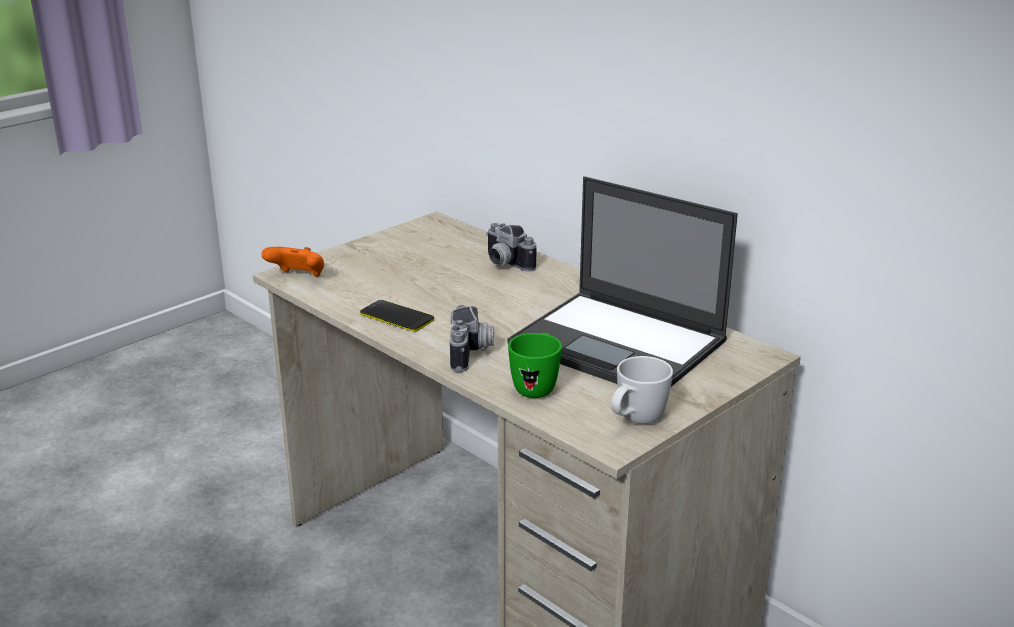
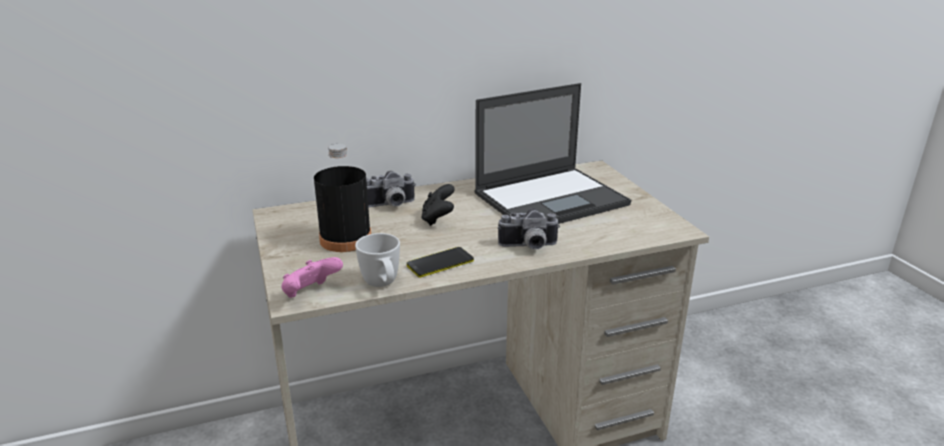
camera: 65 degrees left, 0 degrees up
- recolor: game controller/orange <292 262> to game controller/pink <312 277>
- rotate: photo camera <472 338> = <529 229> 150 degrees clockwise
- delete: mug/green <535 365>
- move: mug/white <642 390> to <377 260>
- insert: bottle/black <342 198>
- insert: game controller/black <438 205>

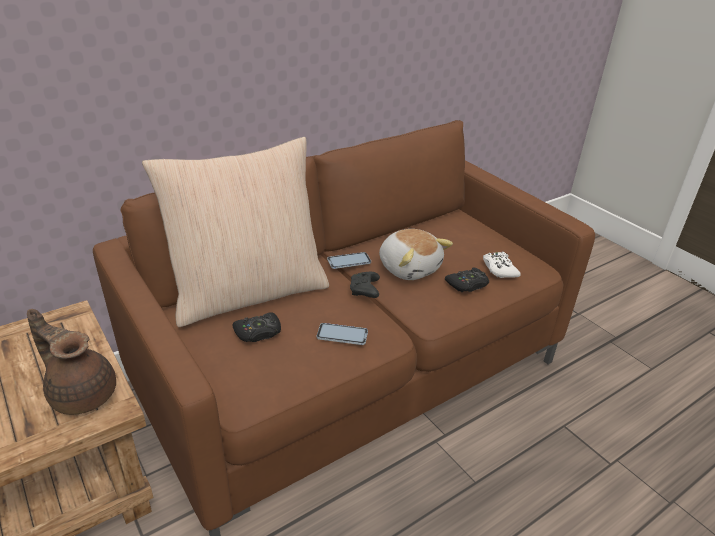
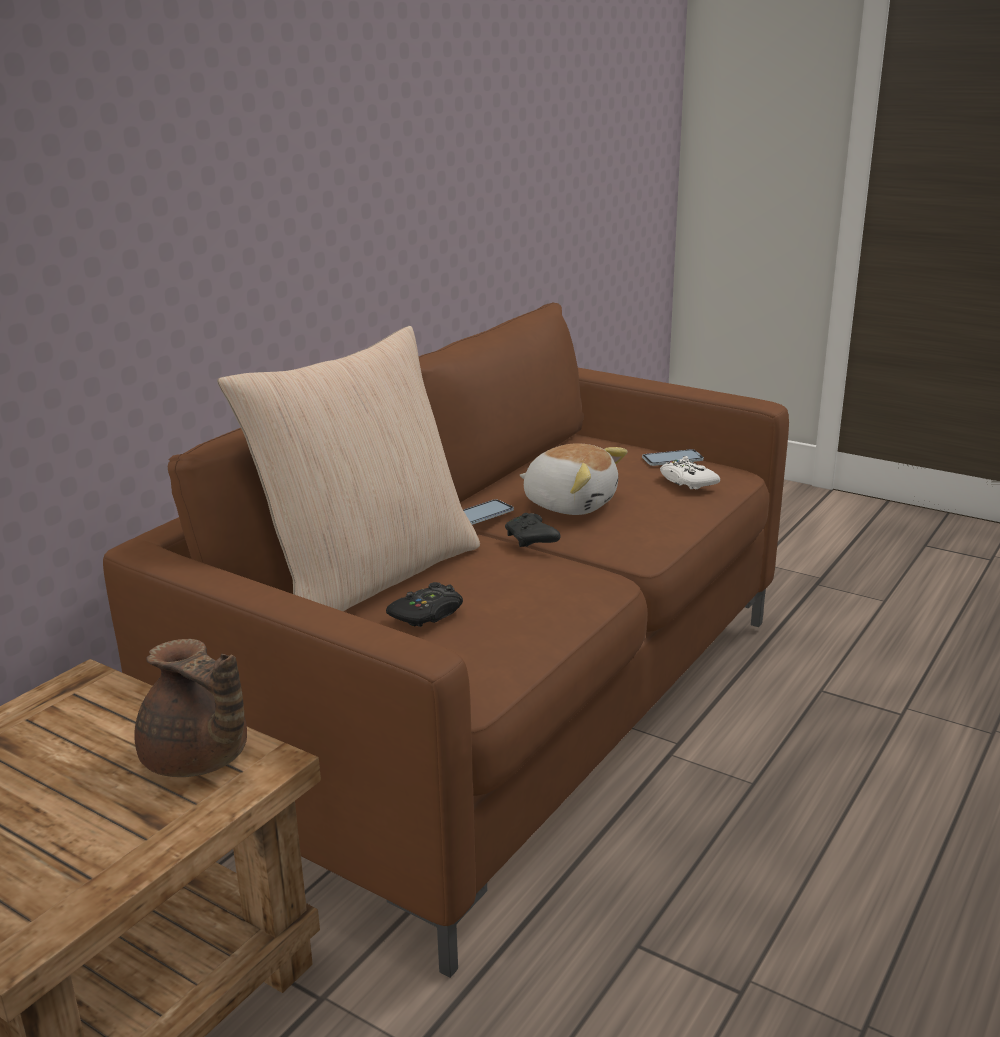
camera: 20 degrees left, 10 degrees down
- delete: game controller/black <467 280>
- rotate: teapot/brown <71 362> = <190 708> 150 degrees counterclockwise
- move: phone <342 334> to <673 457>

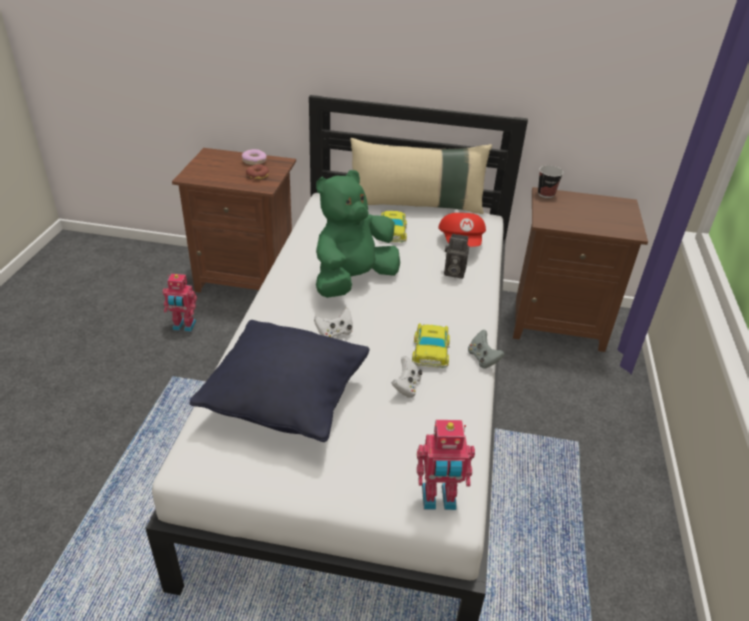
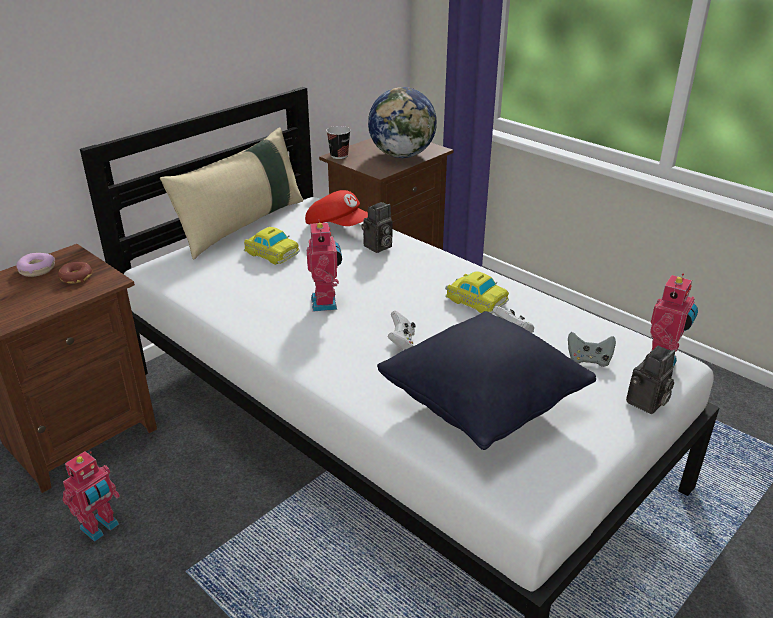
camera: 55 degrees left, 5 degrees down
- replace: plush toy/green <358 234> to toy robot <324 265>
- move: game controller/grey <486 349> to <592 349>
- insert: globe <402 122>
- insert: photo camera <650 380>

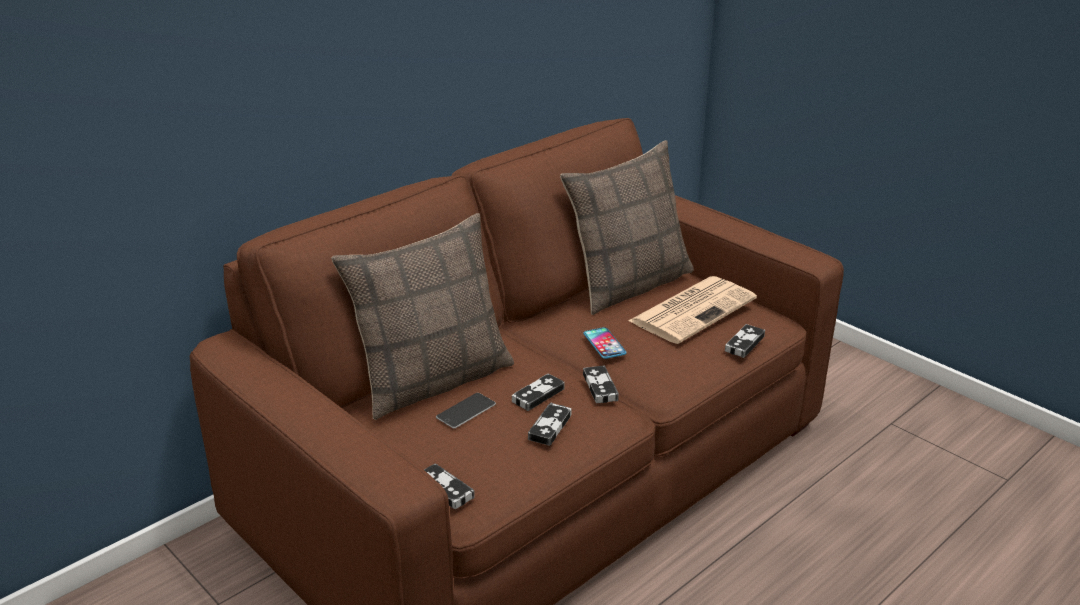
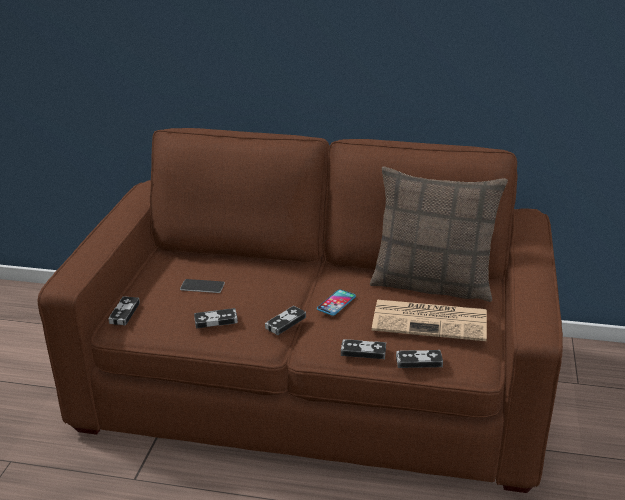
camera: 55 degrees right, 0 degrees up
- delete: pillow <422 316>
- move: game controller <538 392> to <363 349>

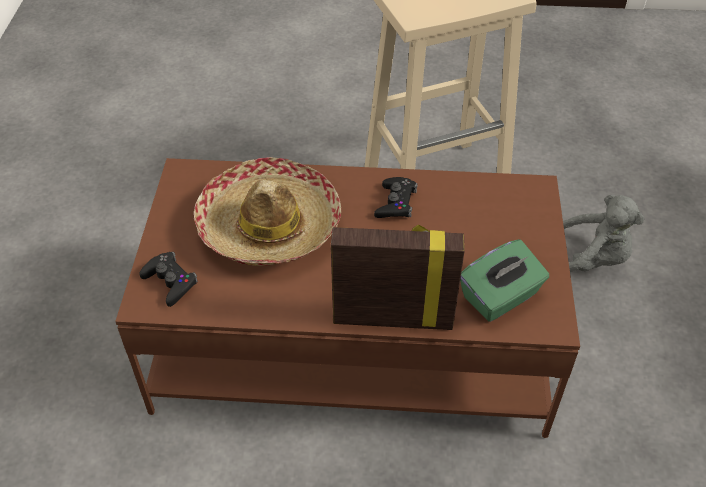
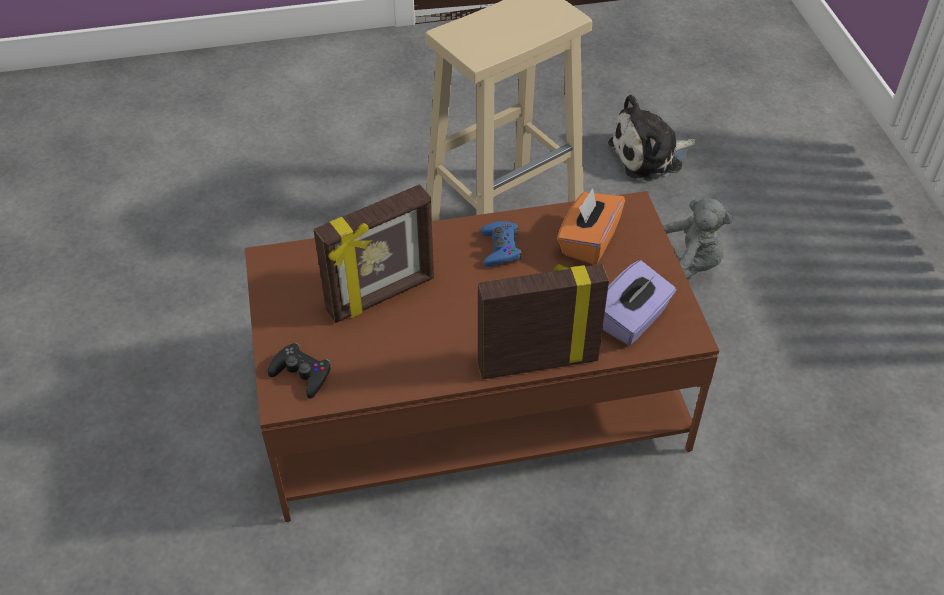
camera: 15 degrees left, 0 degrees up
- replace: hat <267 211> to picture frame <374 253>
- recolor: game controller/black <396 197> to game controller/blue <501 244>
- recolor: tissue box/green <504 280> to tissue box/purple <639 302>
- insert: plush toy <652 137>
- insert: tissue box/orange <591 226>

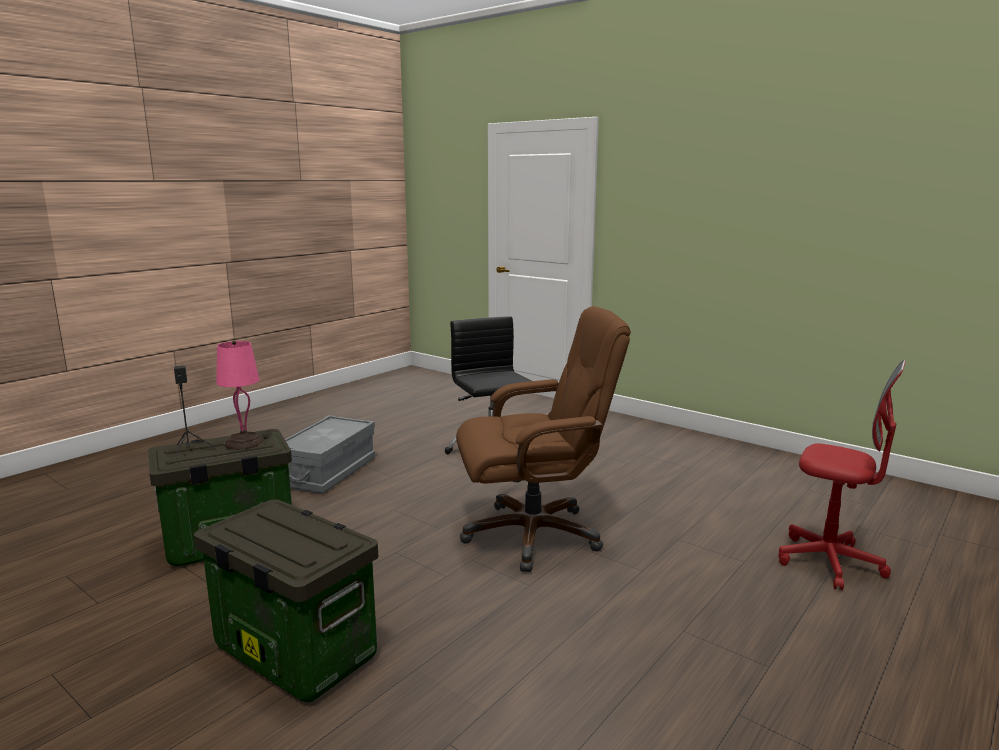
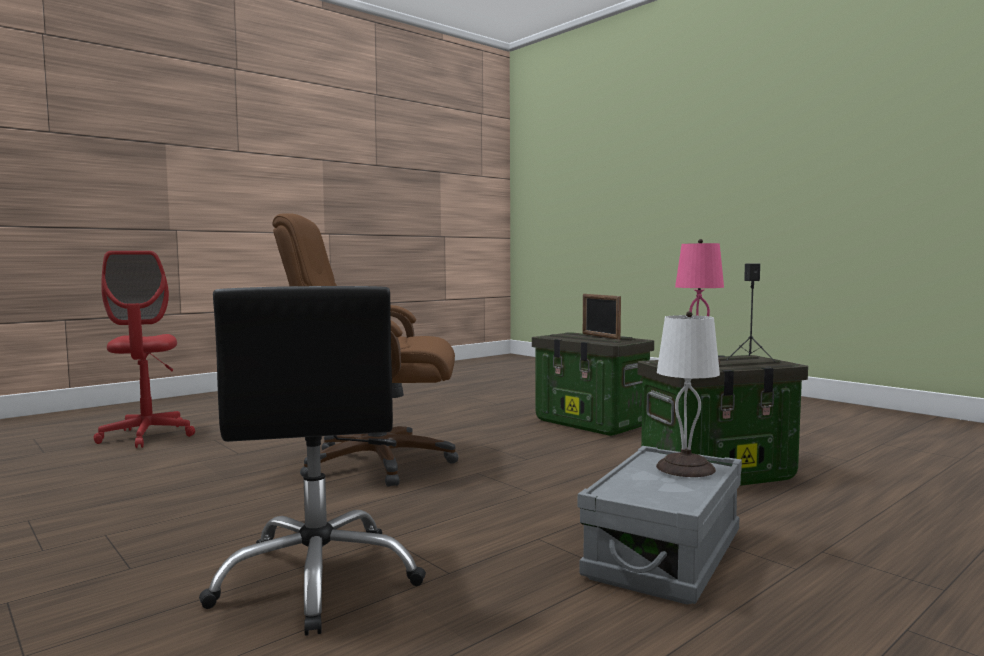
camera: 170 degrees left, 10 degrees down
- rotate: office chair/red <842 475> = <144 349> 150 degrees counterclockwise
- insert: picture frame <602 317>
- insert: table lamp/white <688 394>

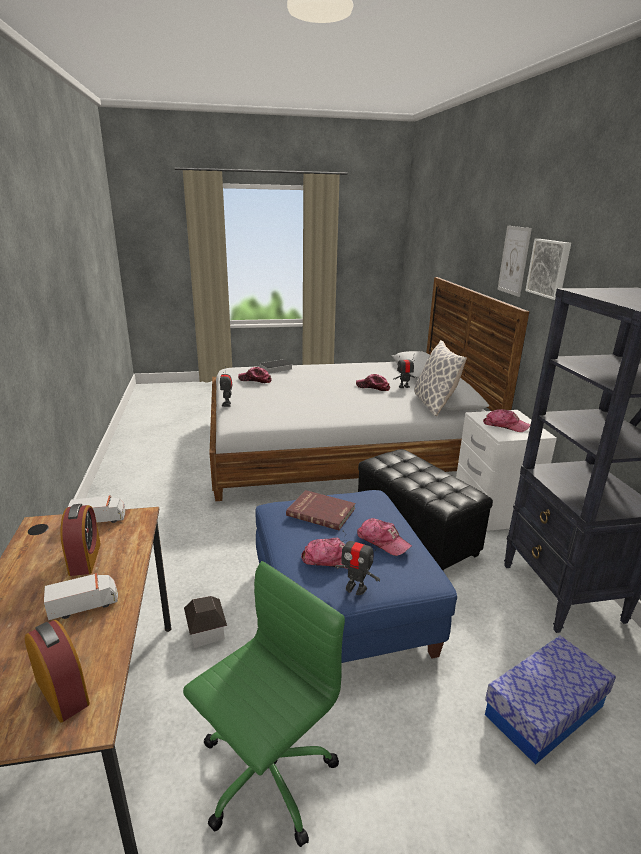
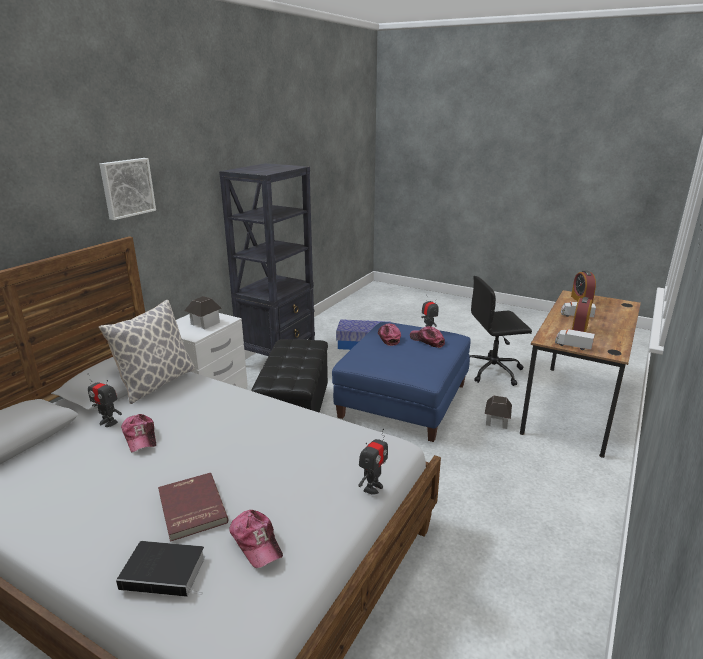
camera: 140 degrees left, 0 degrees up
- delete: picture <514 261>
- replace: cap <506 420> to toy house <203 312>
- move: book/red <320 510> to <193 507>
- recolor: office chair/green <264 704> to office chair/black <501 331>

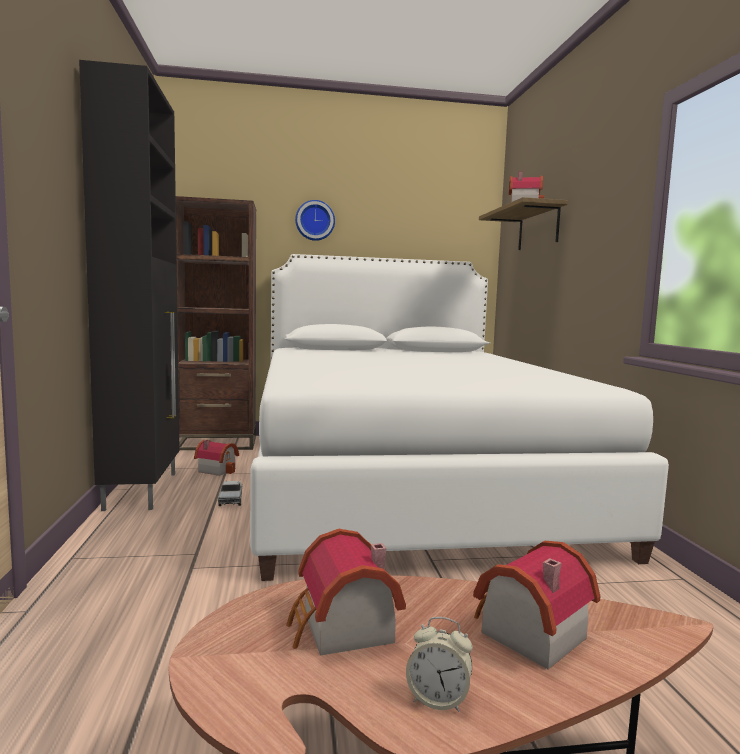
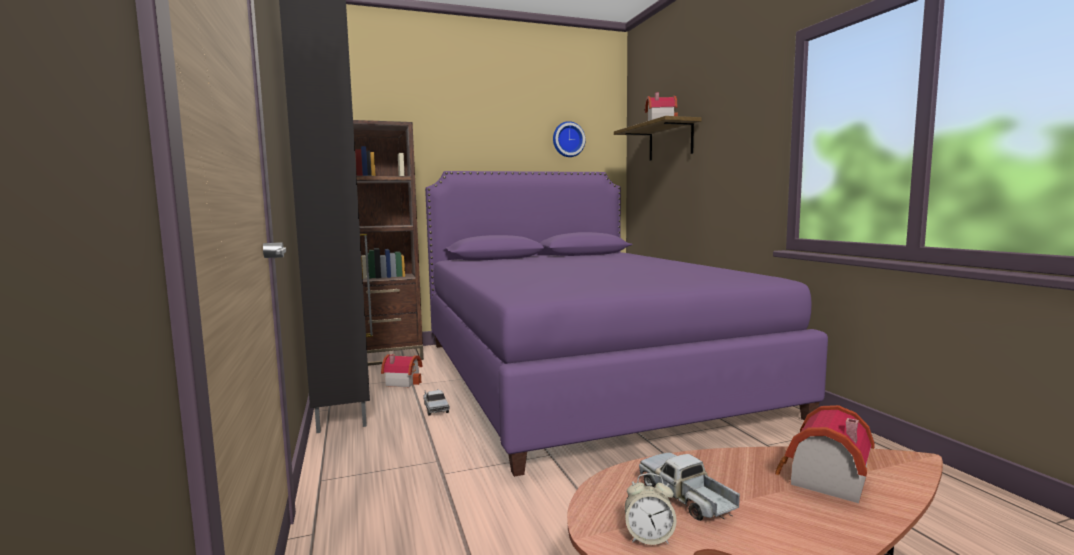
camera: 10 degrees left, 0 degrees up
- move: wall clock <315 220> to <569 139>
- recolor: bed/white <459 417> to bed/purple <626 324>
- replace: toy house <346 592> to toy truck <689 487>
- move: alarm clock <439 664> to <651 509>

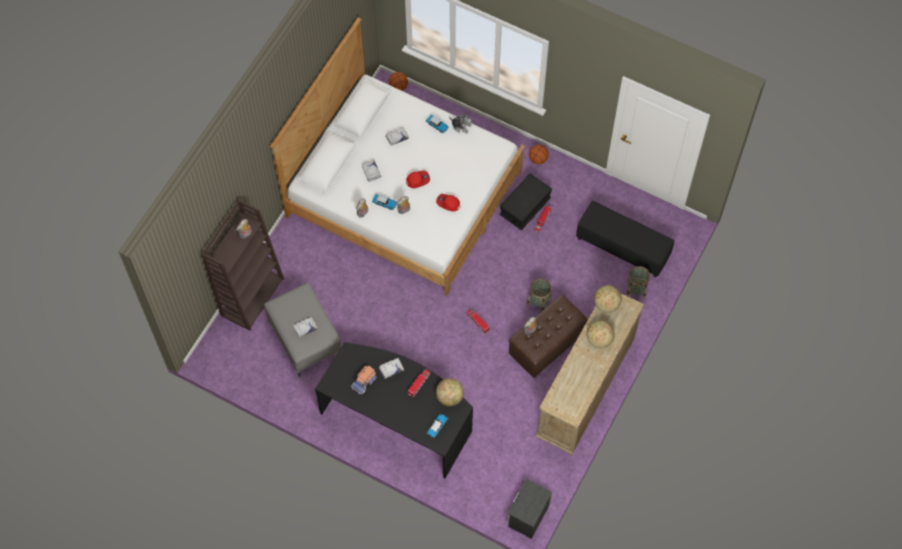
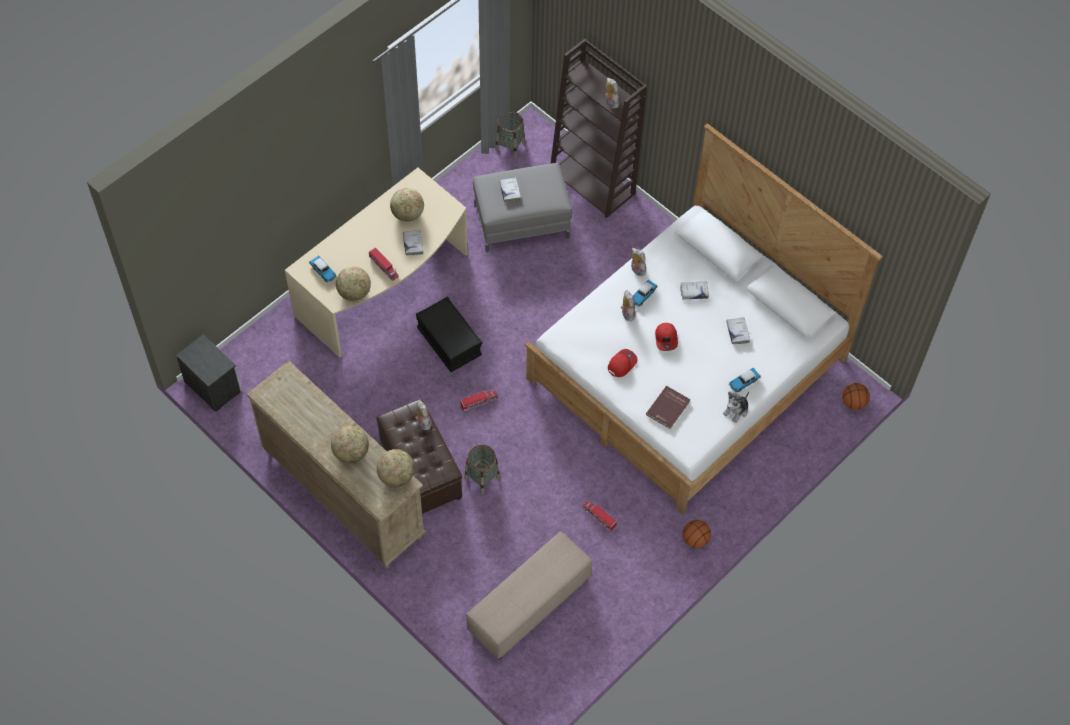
camera: 105 degrees right, 5 degrees down
- move: storage box/black <526 201> to <449 334>
- recolor: ottoman/black <625 239> to ottoman/beige <529 595>
- move: basket <638 283> to <510 134>
- recolor: desk/black <394 410> to desk/beige <376 263>
- replace: toy truck <364 379> to globe <407 205>
- insert: book/red <668 407>

